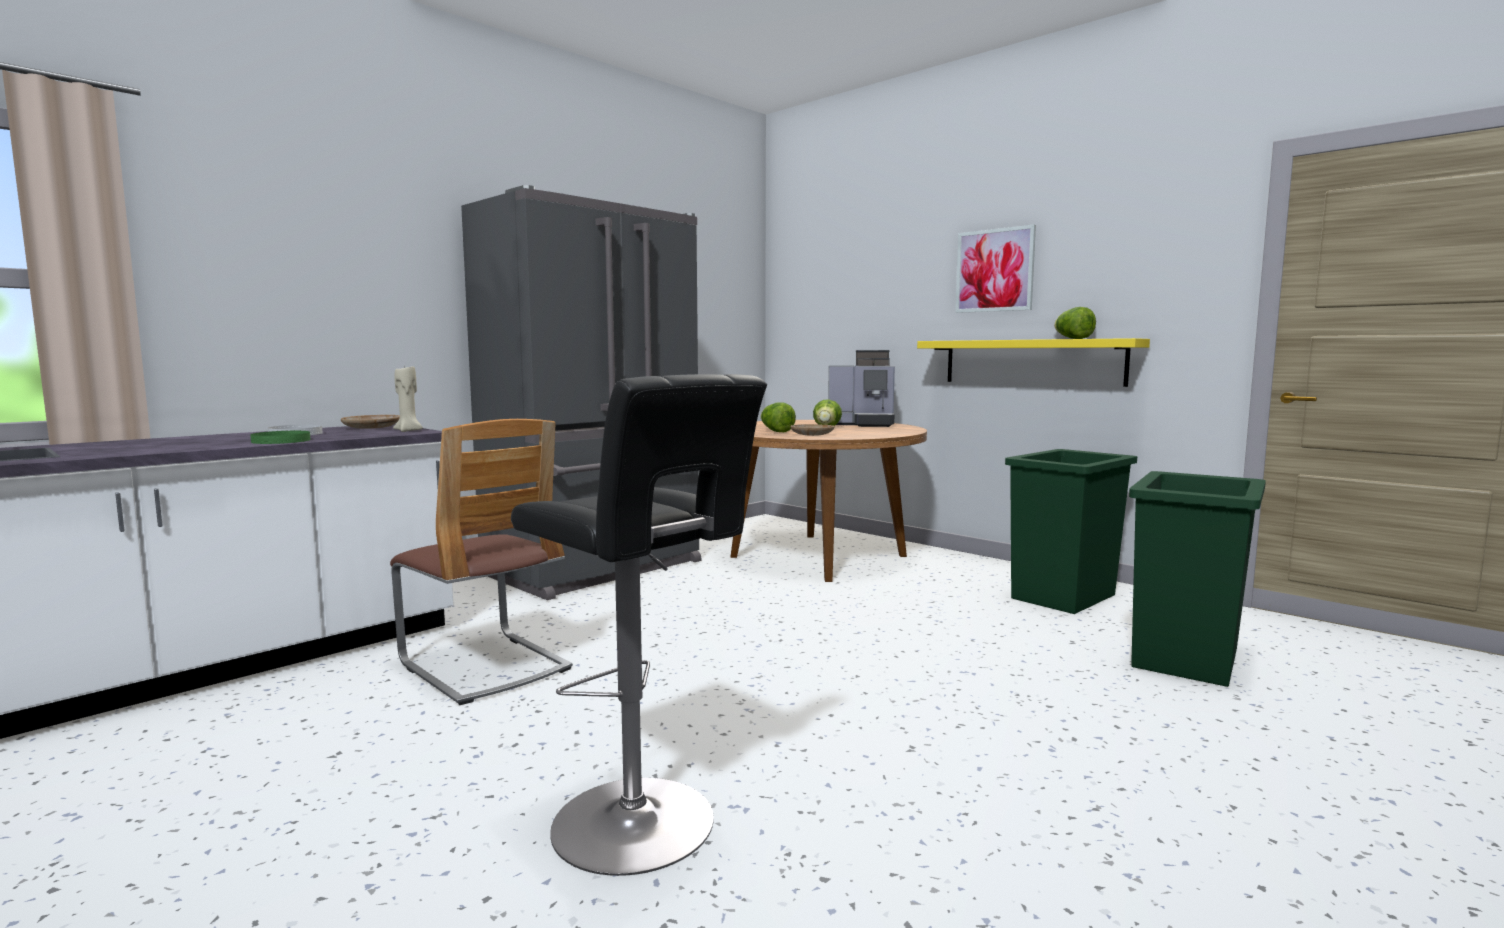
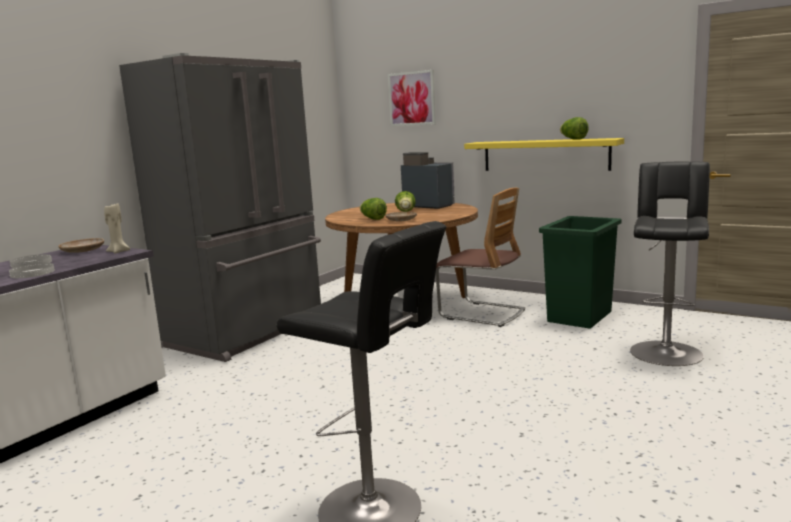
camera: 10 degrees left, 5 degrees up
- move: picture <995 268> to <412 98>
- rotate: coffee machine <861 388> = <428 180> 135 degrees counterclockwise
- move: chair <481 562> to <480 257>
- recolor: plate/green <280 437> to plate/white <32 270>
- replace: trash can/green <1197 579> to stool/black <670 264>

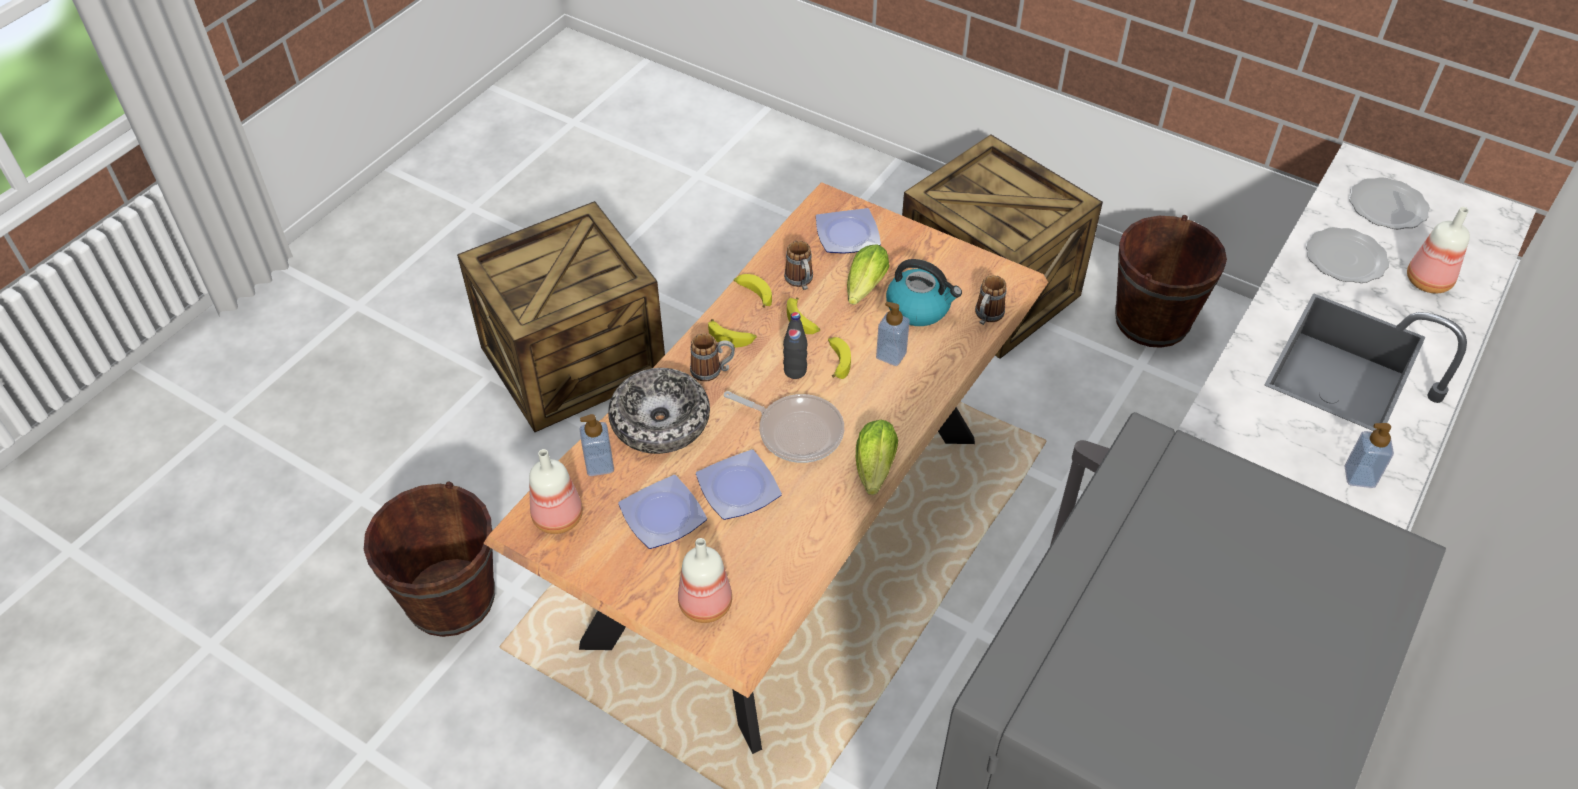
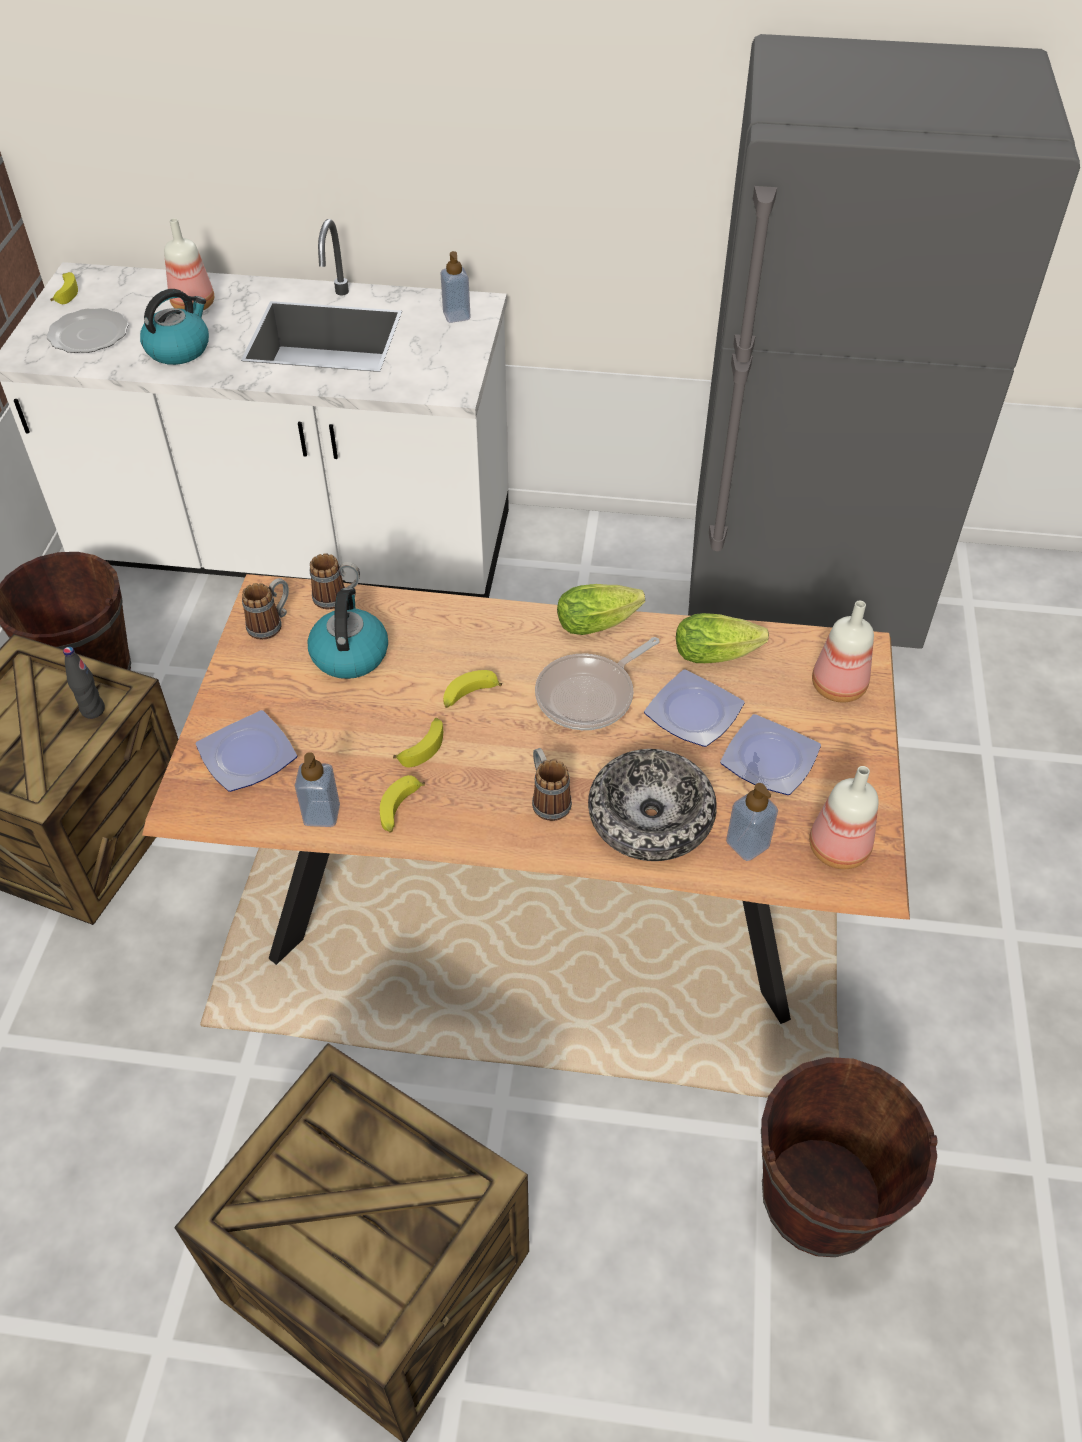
camera: 115 degrees left, 0 degrees up
- replace: plate <1347 255> to kettle <174 327>
- move: mug <798 265> to <265 609>
- move: lettuce <868 274> to <722 638>
- move: soap dispenser <893 334> to <317 789>
- move: bottle/black <795 345> to <84 683>
- move: banana <732 333> to <64 288>
- rotate: frying pan <784 427> = <597 683> 135 degrees counterclockwise

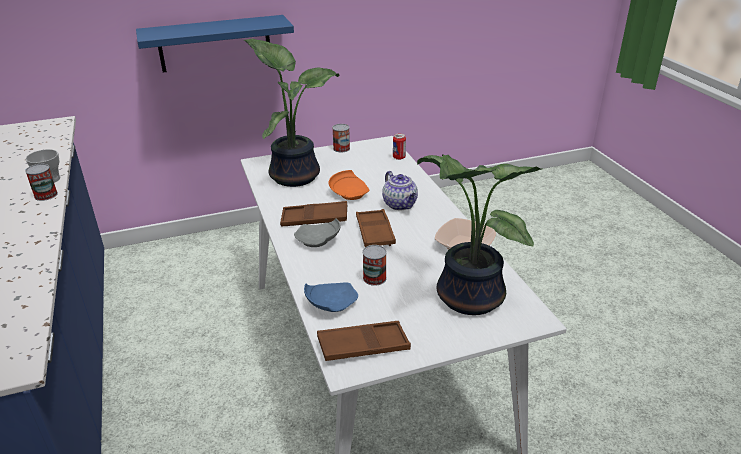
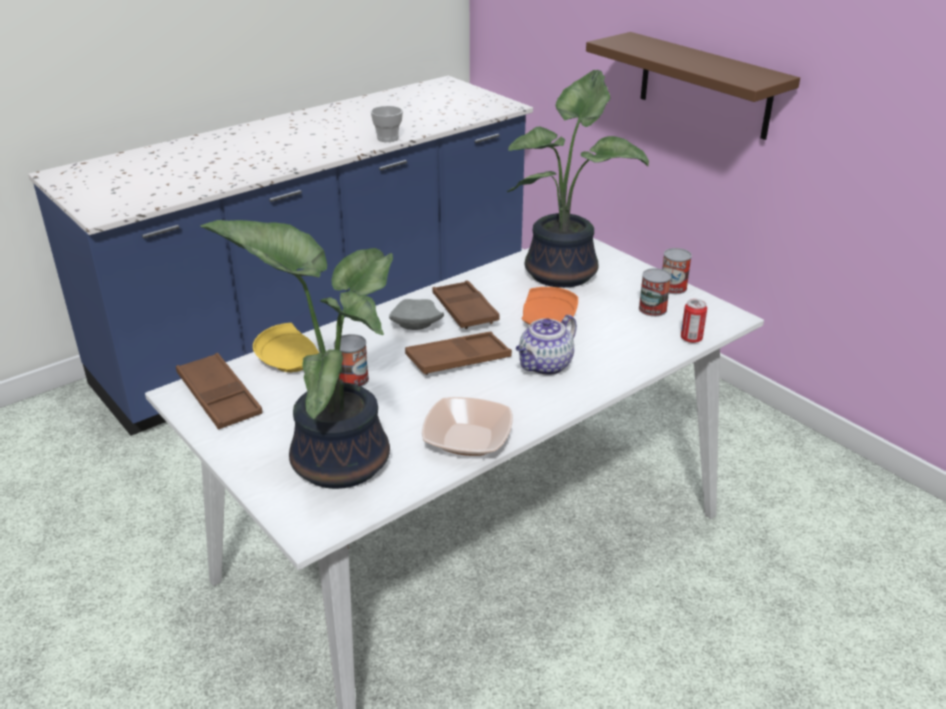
camera: 70 degrees right, 0 degrees up
- recolor: shelf/blue <215 43> to shelf/brown <693 86>
- move: can <41 182> to <655 292>
- recolor: plate/blue <331 297> to plate/yellow <286 347>

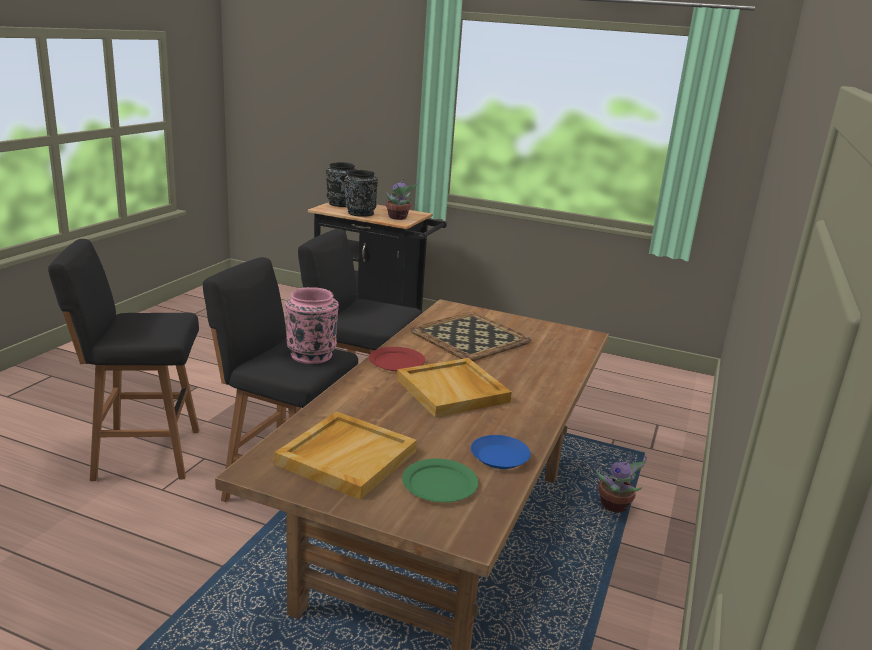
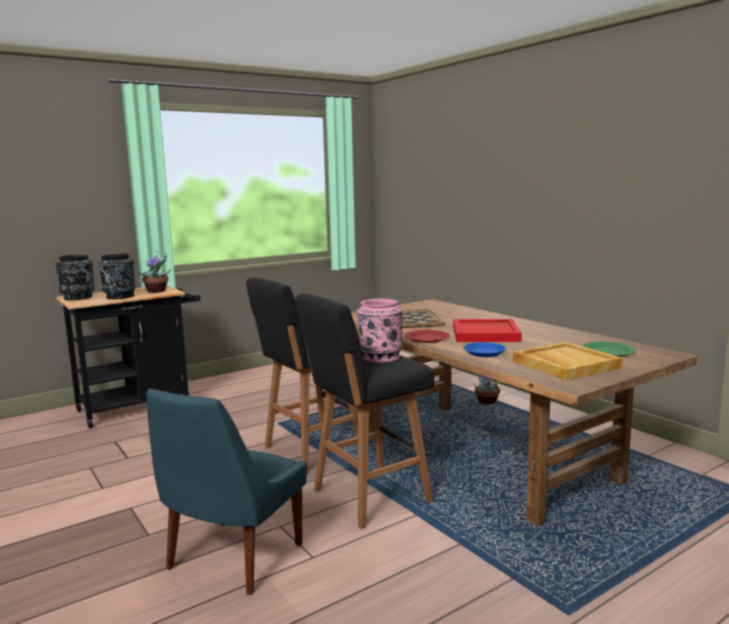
camera: 55 degrees left, 10 degrees down
- replace: stool/black <123 360> to chair/blue <226 491>
- recolor: tray/beige <454 388> to tray/red <487 330>
- move: plate/blue <501 452> to <485 349>

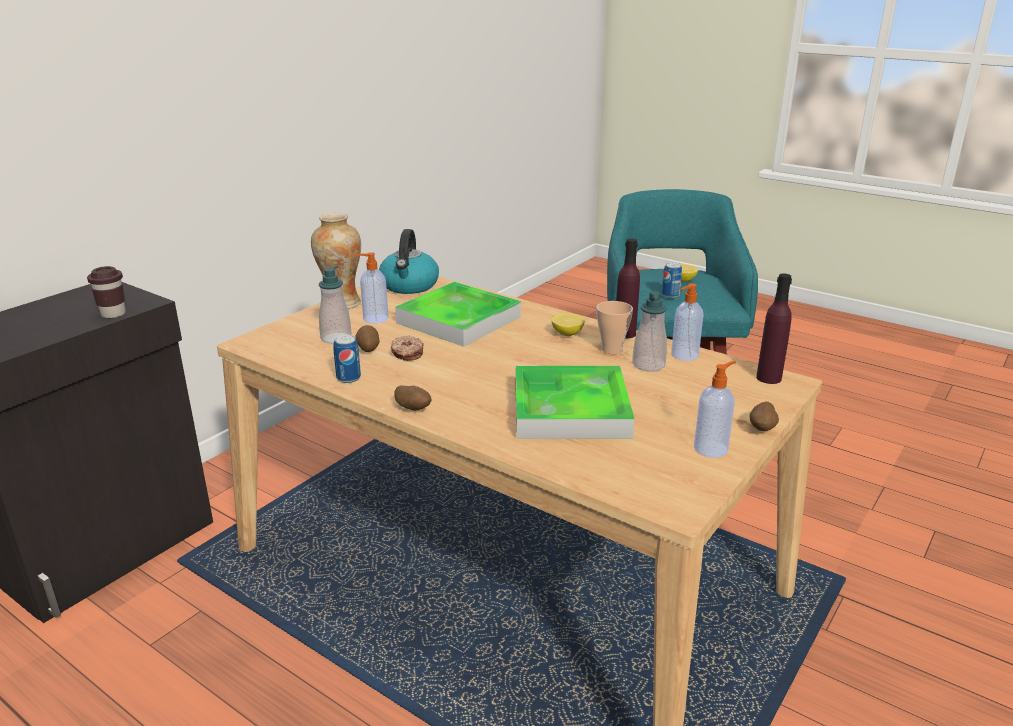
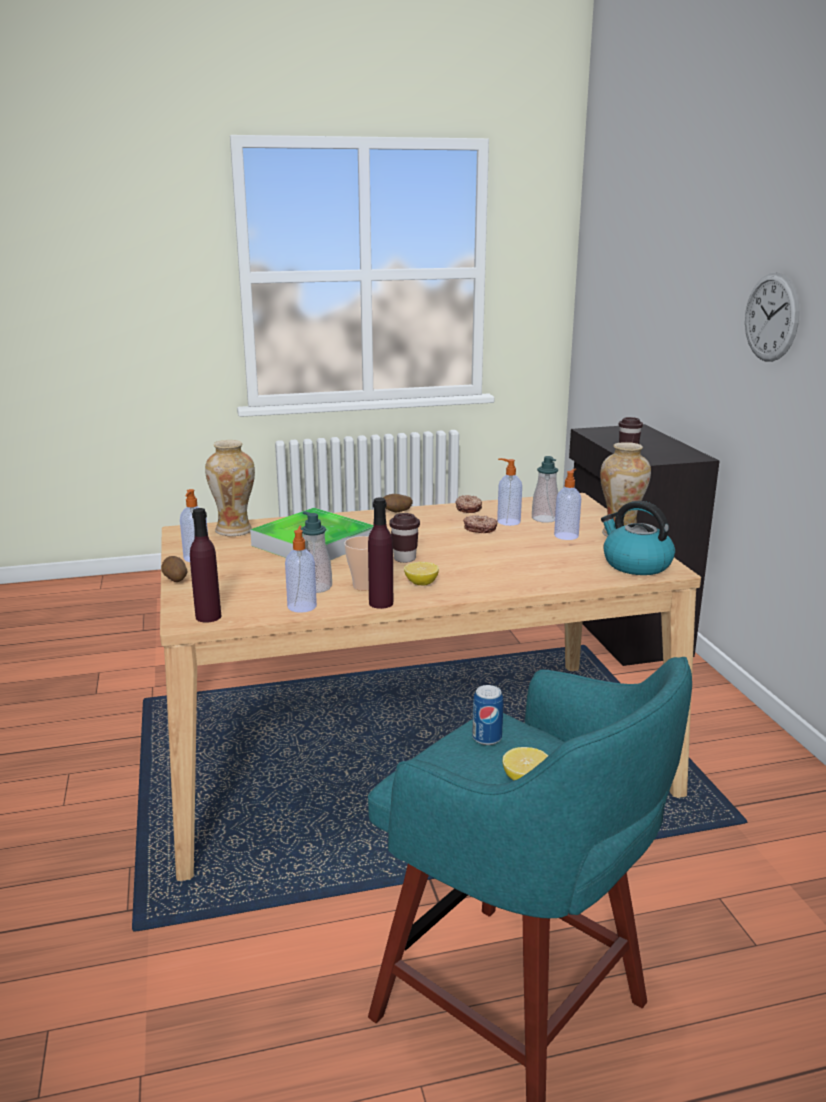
camera: 130 degrees right, 5 degrees down
- delete: tray <458 314>
- replace: potato <367 338> to soap dispenser <509 492>
- replace: can <347 359> to donut <468 504>
- insert: wall clock <772 317>
- insert: vase <230 488>
- insert: cup/brown <404 538>

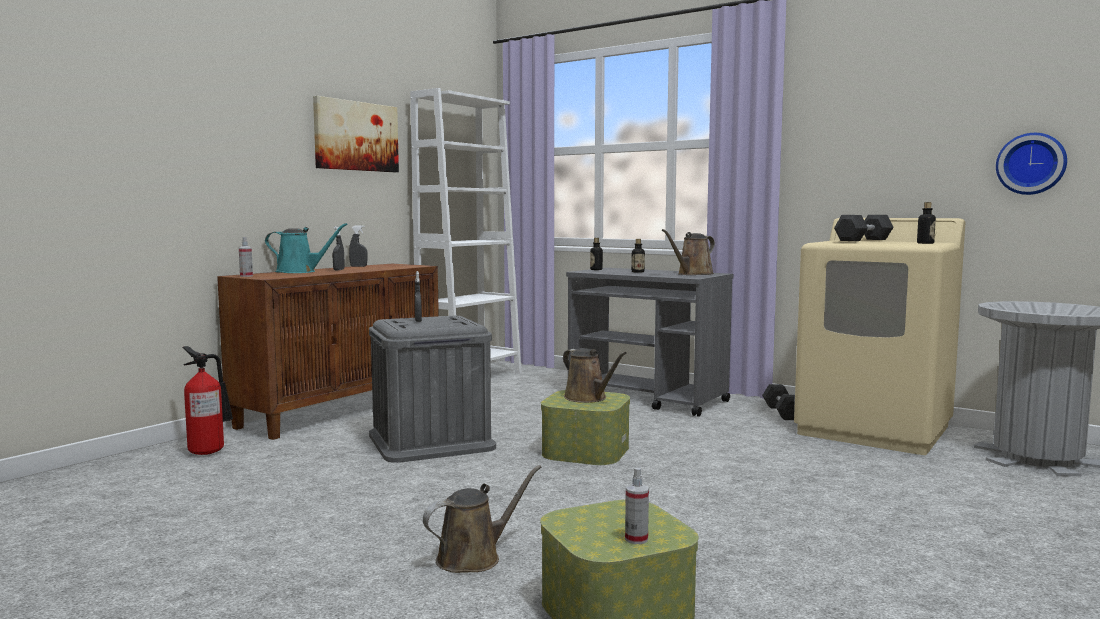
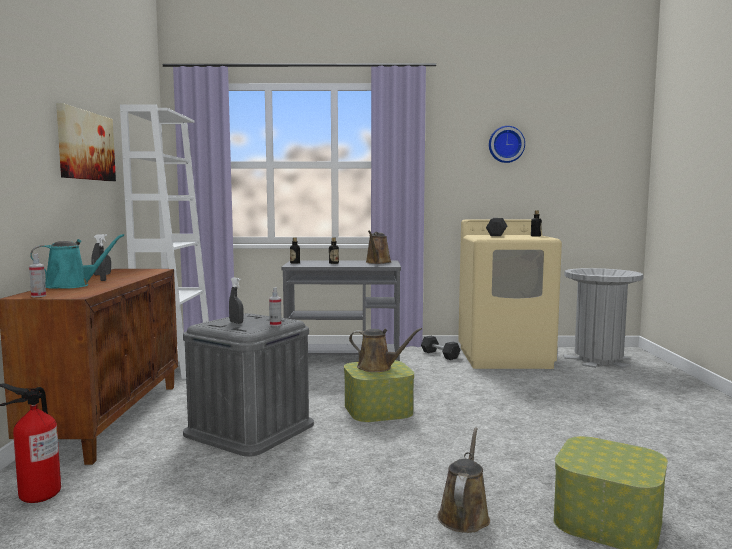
camera: 35 degrees left, 0 degrees up
- move: wall clock <1031 164> to <507 144>
- move: spray bottle <637 506> to <275 306>

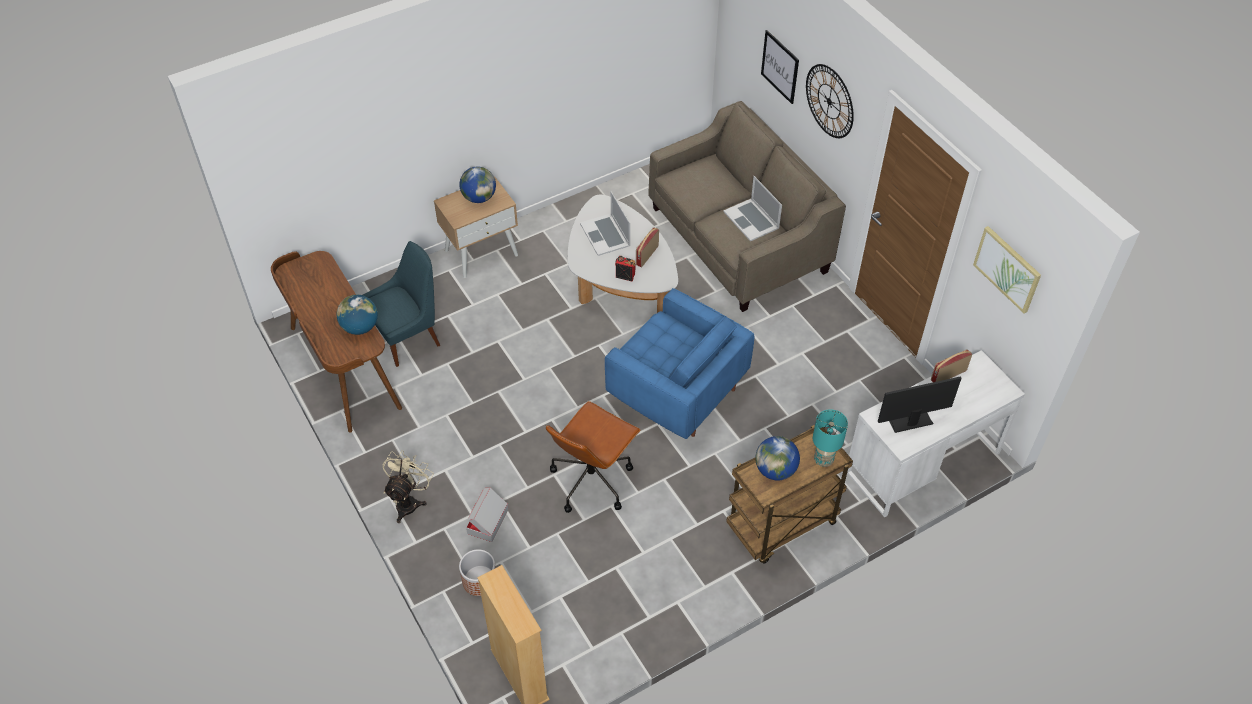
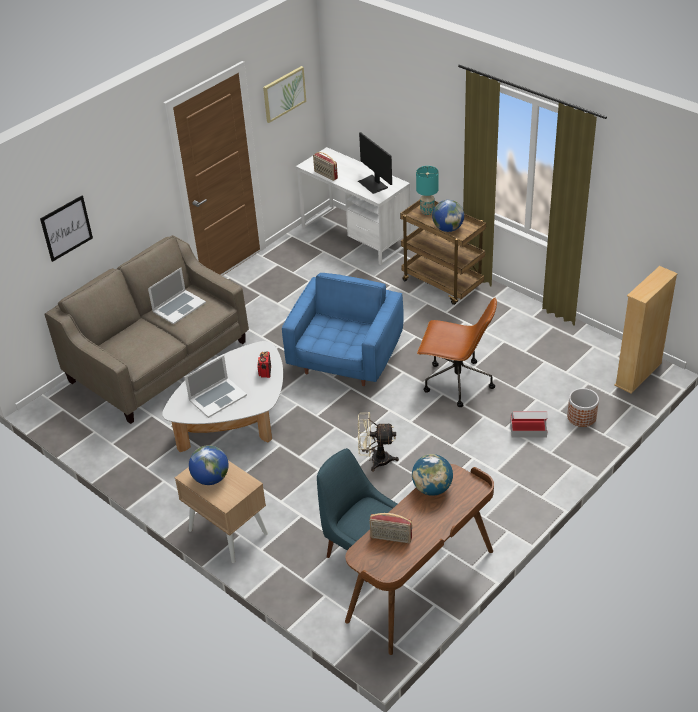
camera: 105 degrees left, 10 degrees down
- delete: wall clock <830 101>
- move: radio <647 247> to <390 528>
- move: fan/beige <408 486> to <378 442>

